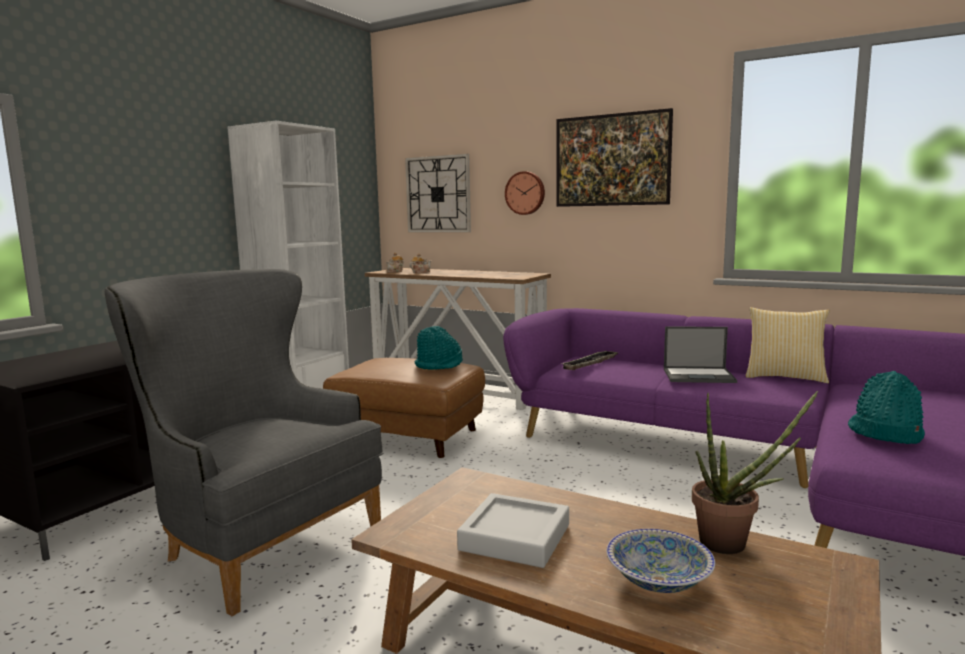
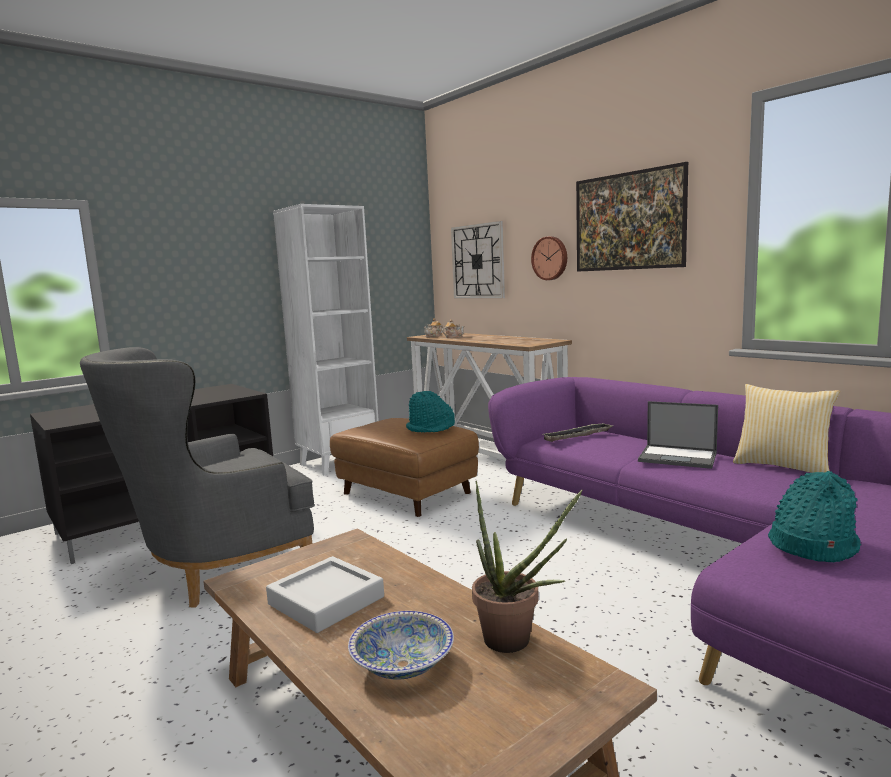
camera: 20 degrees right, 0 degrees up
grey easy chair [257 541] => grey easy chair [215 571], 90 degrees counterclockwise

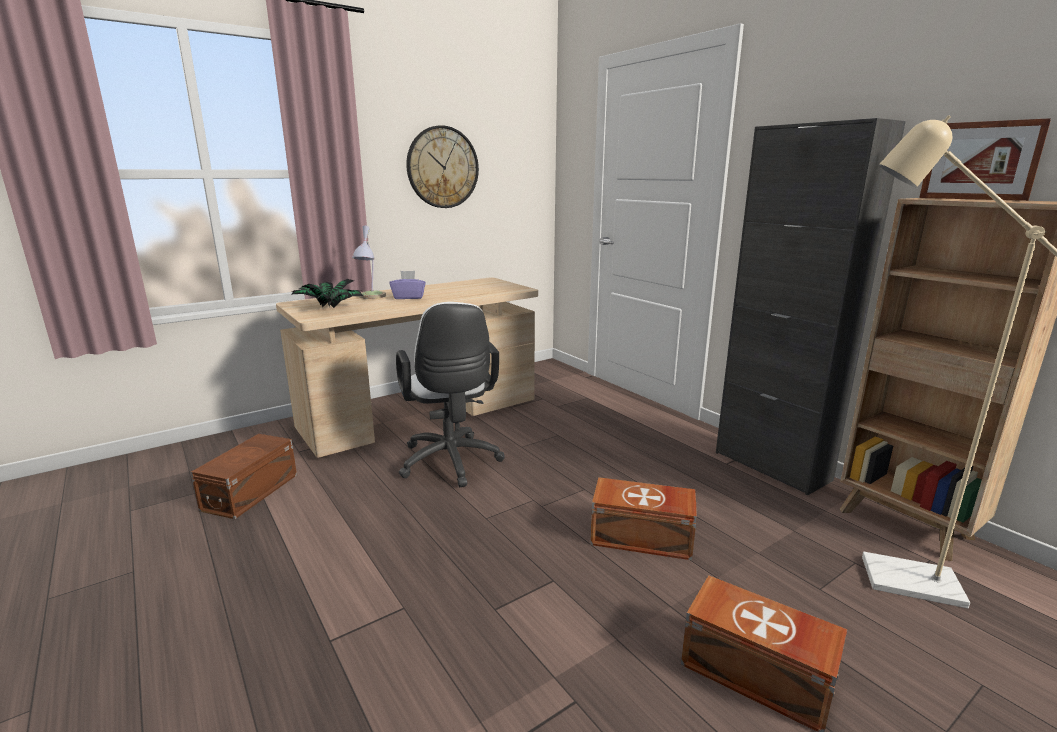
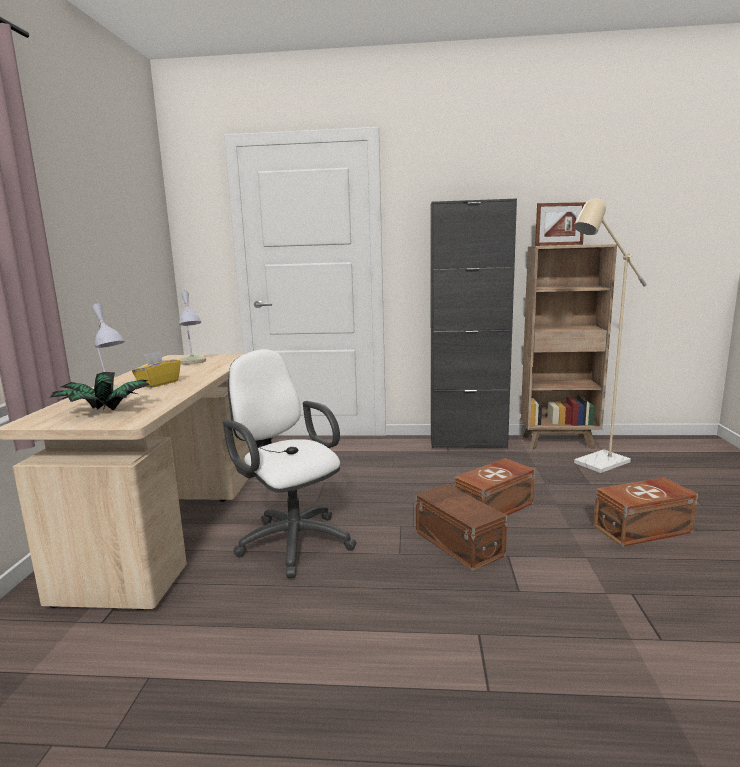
camera: 50 degrees left, 5 degrees down
brownish storage box [252 491] => brownish storage box [458 542], moved
purple-coloured box of tissues [409 297] => yellow box of tissues [158 383]
whitish computer chair [451 464] => whitish computer chair [291 540], 150 degrees counterclockwise
clock on the wall [442 167] => nothing
nothing => lamp for a table [193 362]

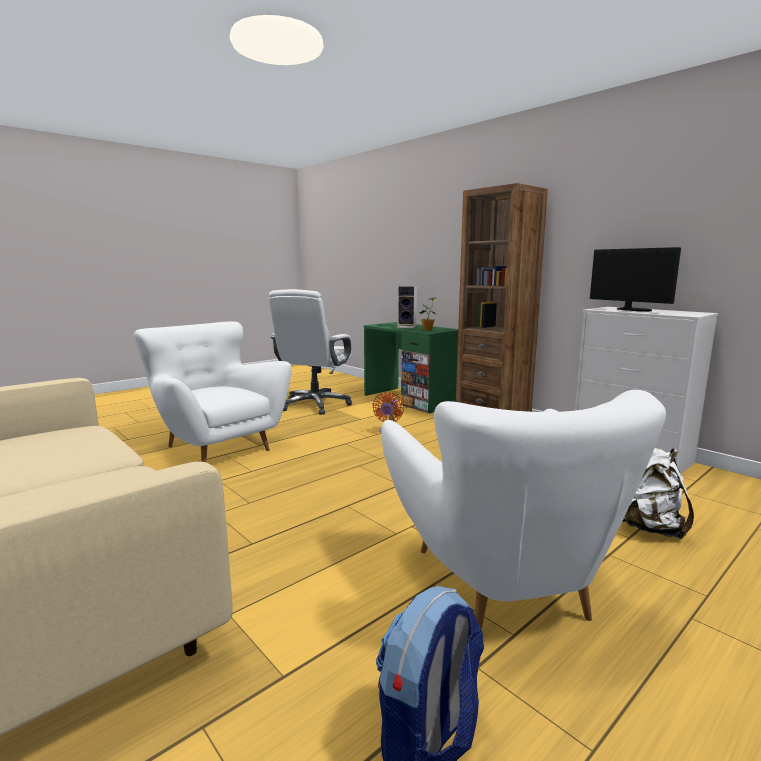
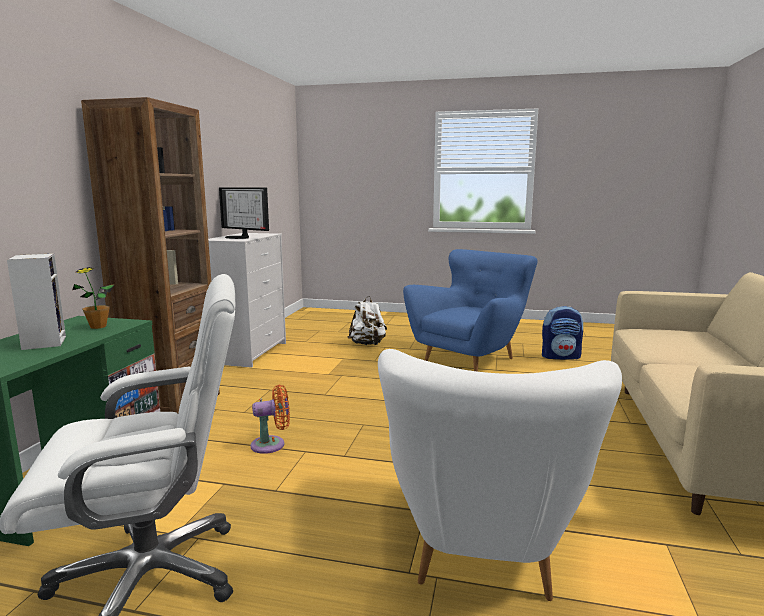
camera: 125 degrees left, 0 degrees up
whitish easy chair [501 585] => bluish easy chair [471 360]
monitor [631 310] => monitor [239 237], 75 degrees counterclockwise

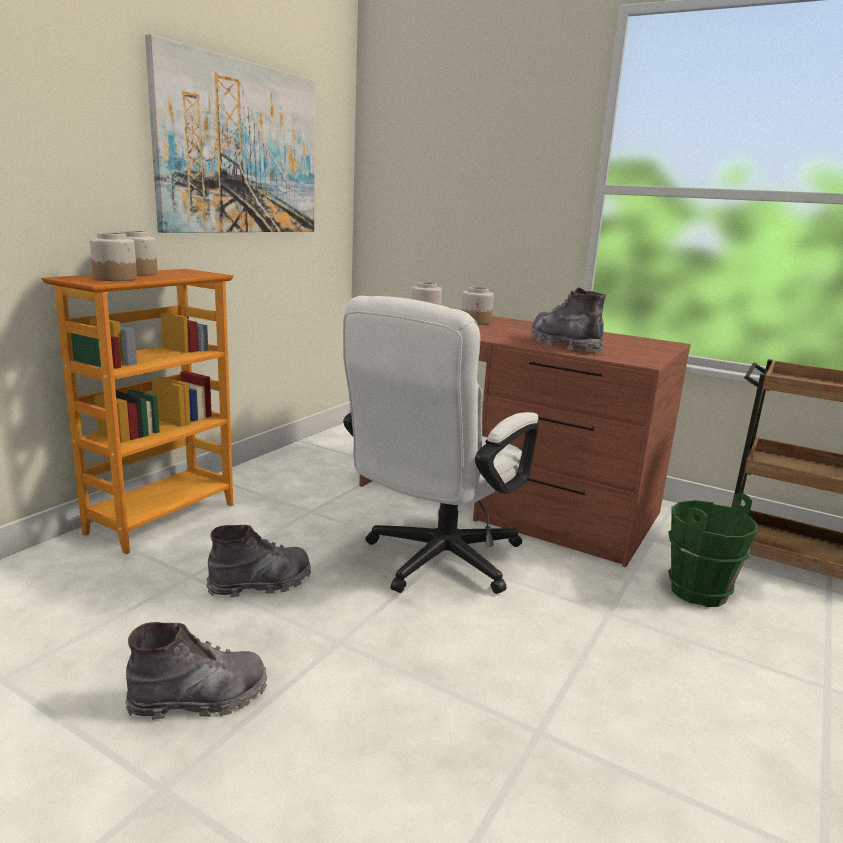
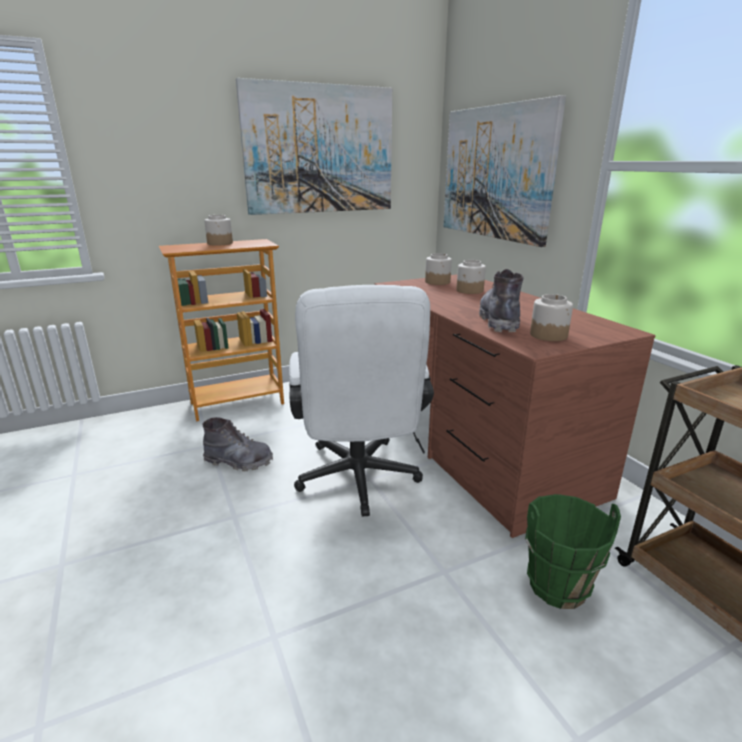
camera: 35 degrees right, 5 degrees up
storage jar [115 278] => storage jar [548 335], moved
grey boot [200 698] => nothing
whitish computer chair [434 563] => whitish computer chair [358 482], 75 degrees counterclockwise
nothing => wall art [496 173]

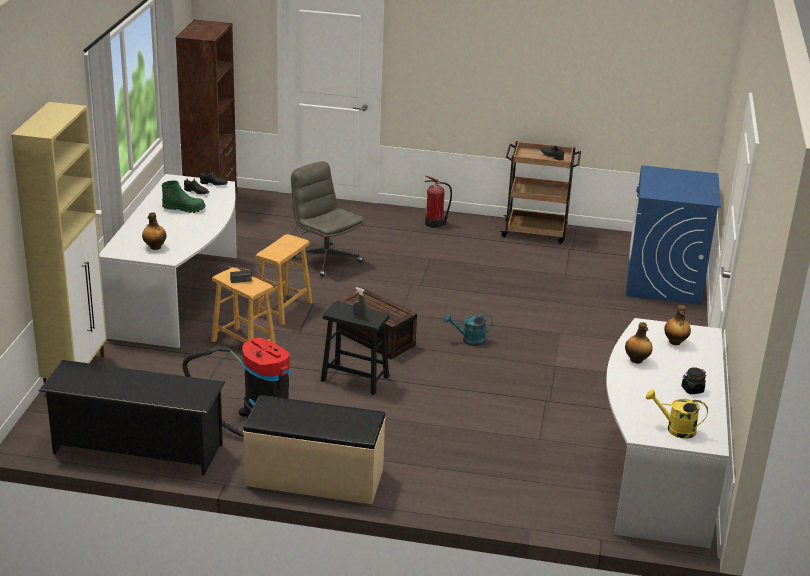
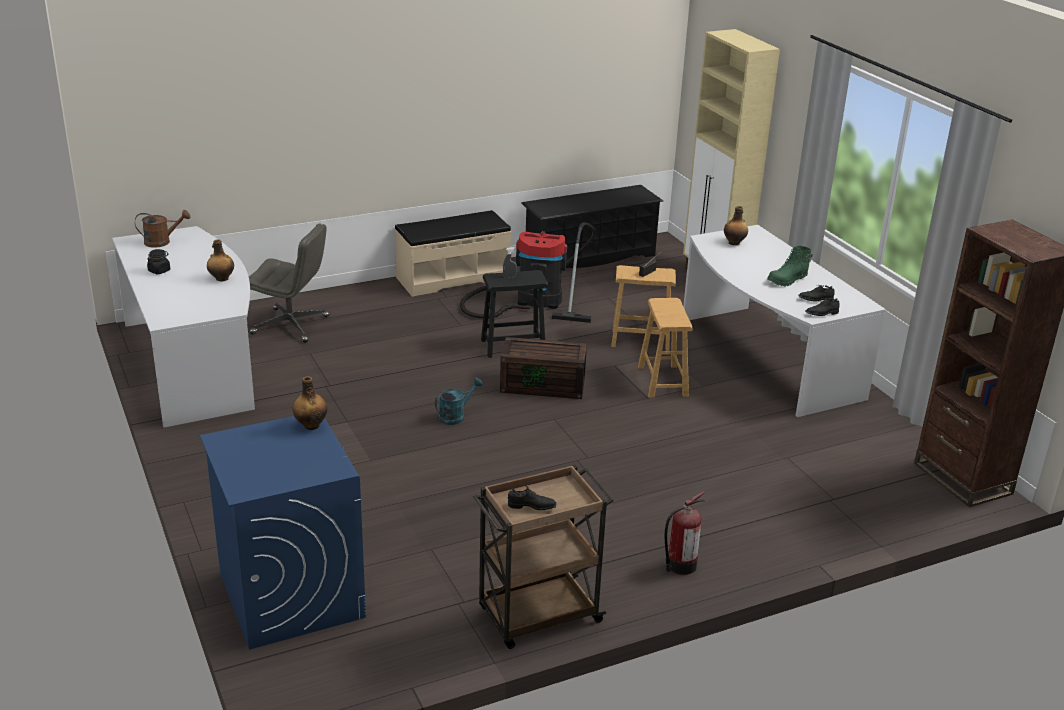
camera: 145 degrees right, 0 degrees up
grey computer chair [325 259] => grey computer chair [291 325], moved
yellow sprinkling can [675 429] => brownish sprinkling can [162 242]
bottle [675 342] => bottle [311 425], moved

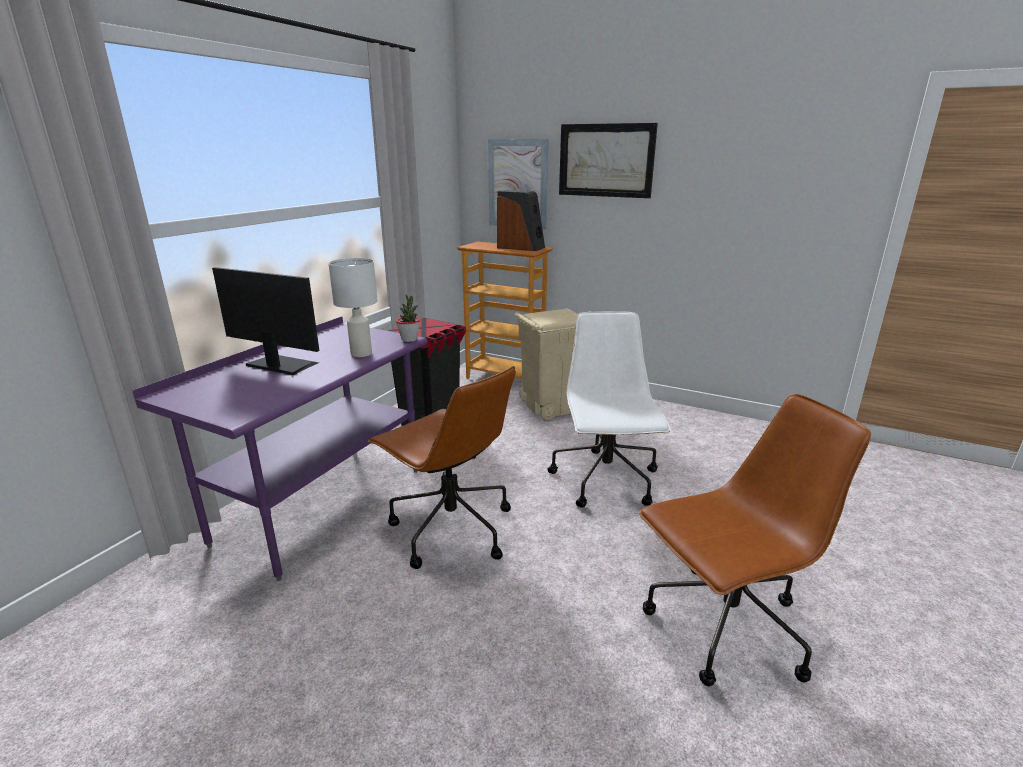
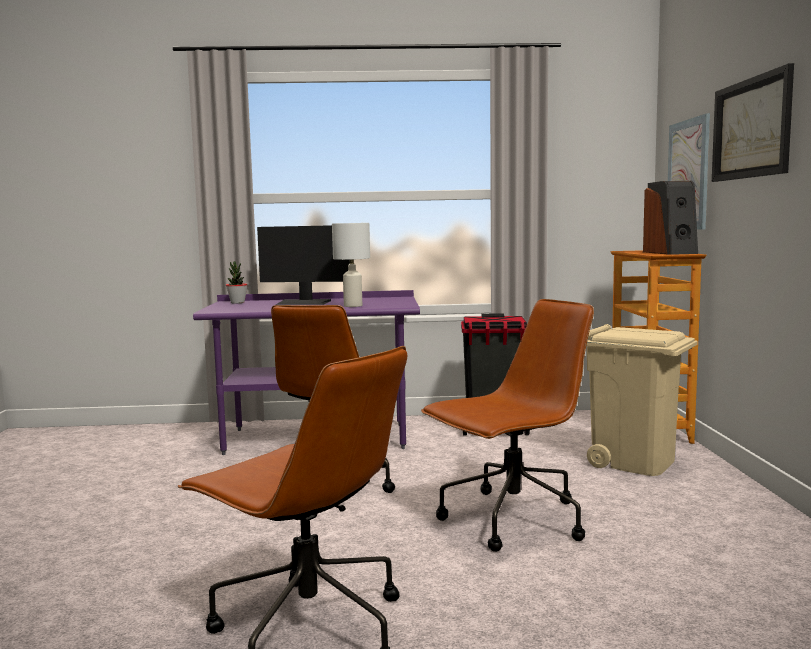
camera: 60 degrees right, 15 degrees down
monitor [281 364] => monitor [304 302], 105 degrees clockwise
potted plant [409 339] => potted plant [237 302], moved
whitish computer chair [606 481] => brownish computer chair [511 521]

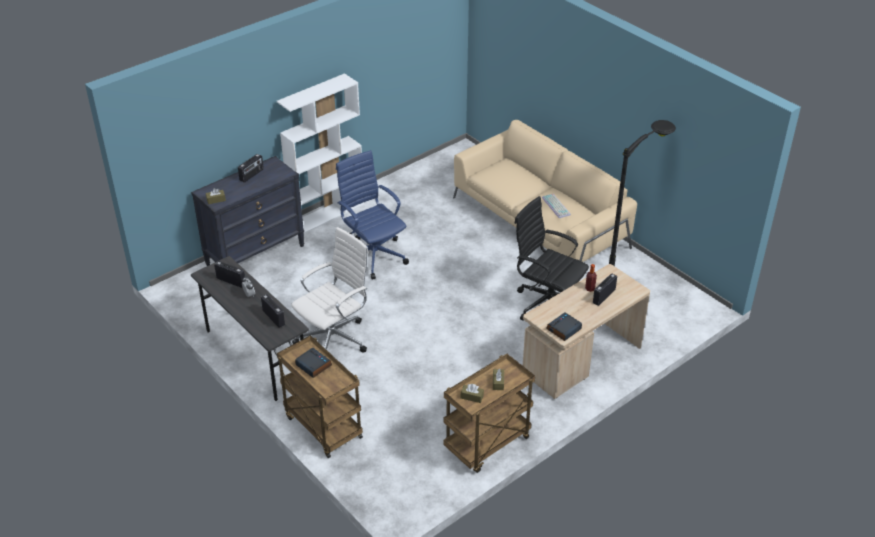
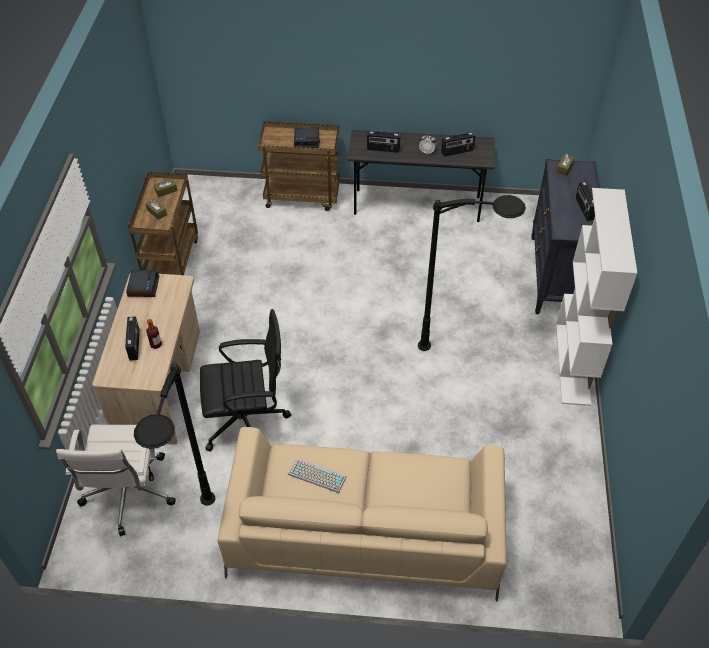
camera: 135 degrees right, 10 degrees up
whitish computer chair [334 338] => whitish computer chair [128 494], moved
bluish computer chair [373 255] => black-coloured floor lamp [466 351]

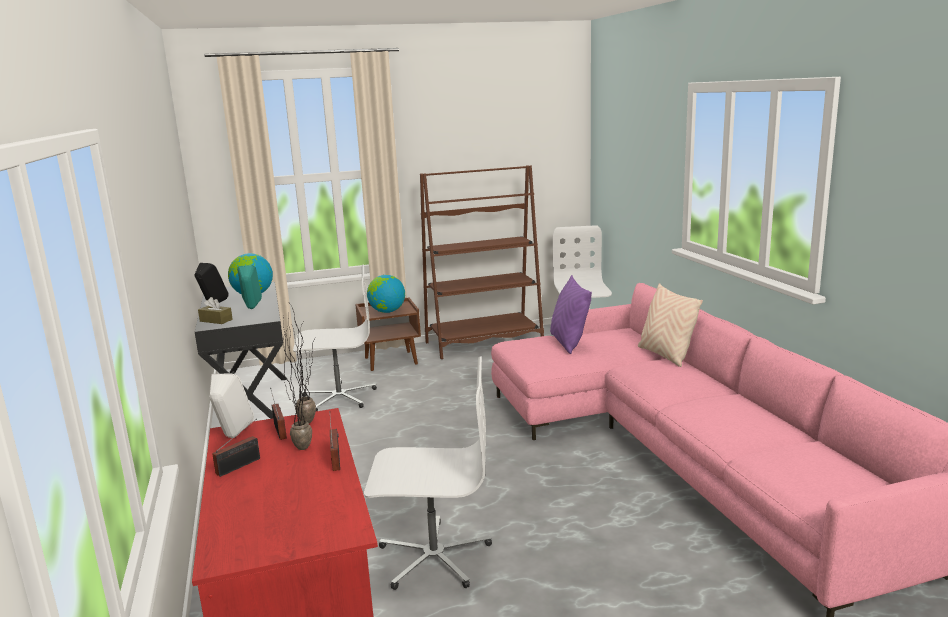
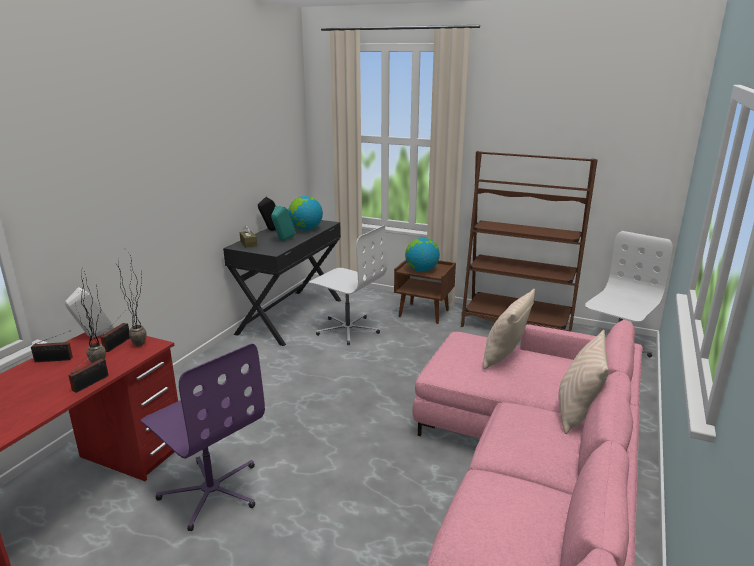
camera: 40 degrees right, 5 degrees up
whitish computer chair [433 556] => purple-coloured computer chair [211 491]
purple-coloured cushion [568 343] => beige-coloured cushion [504 357]

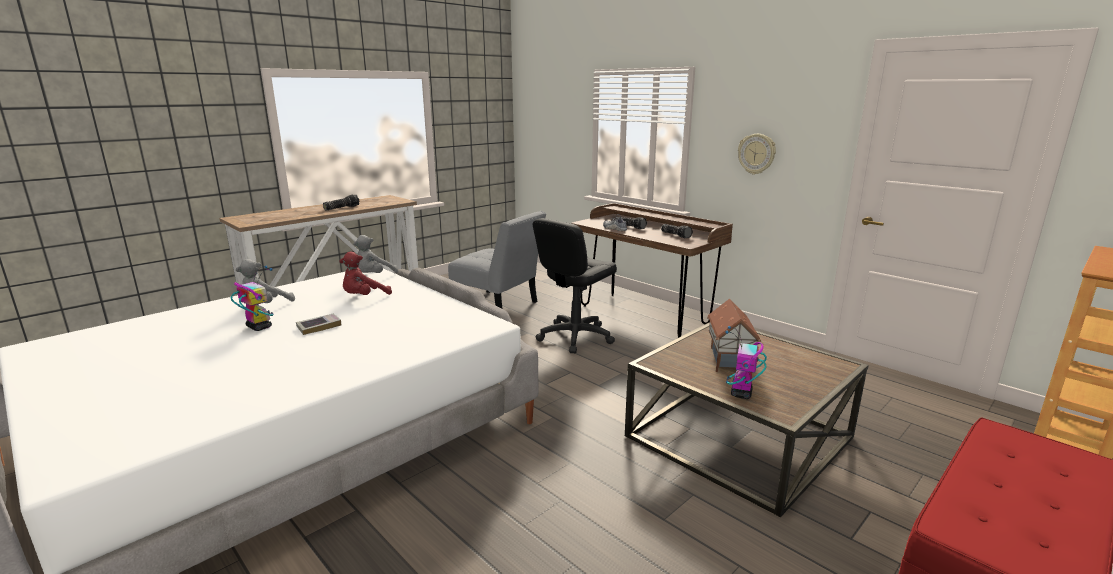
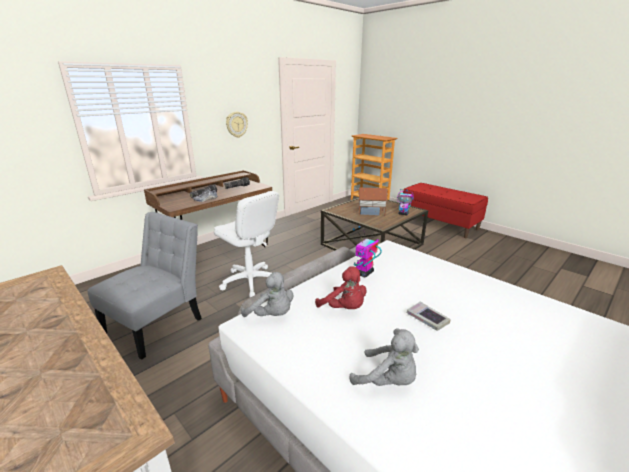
camera: 90 degrees left, 5 degrees up
robot figure [258 327] => robot figure [364 273], moved
torch [341 208] => nothing
black-coloured computer chair [575 337] => whitish computer chair [250 281]

